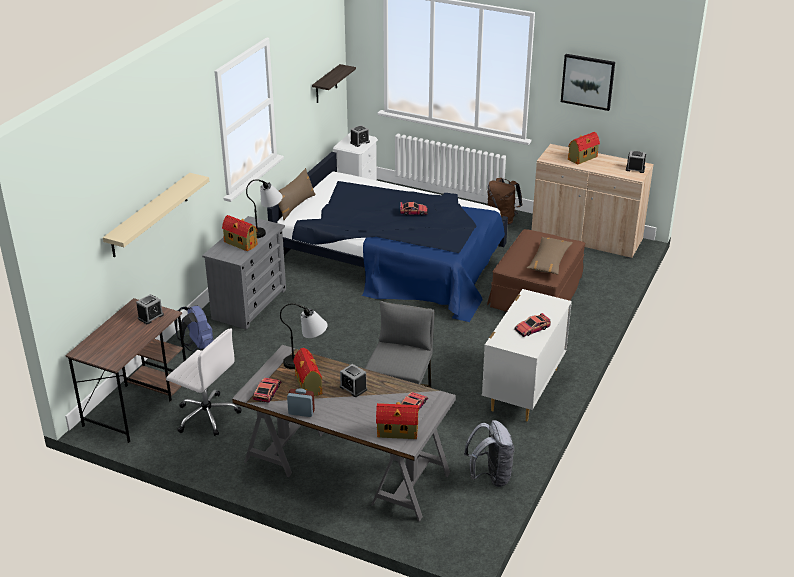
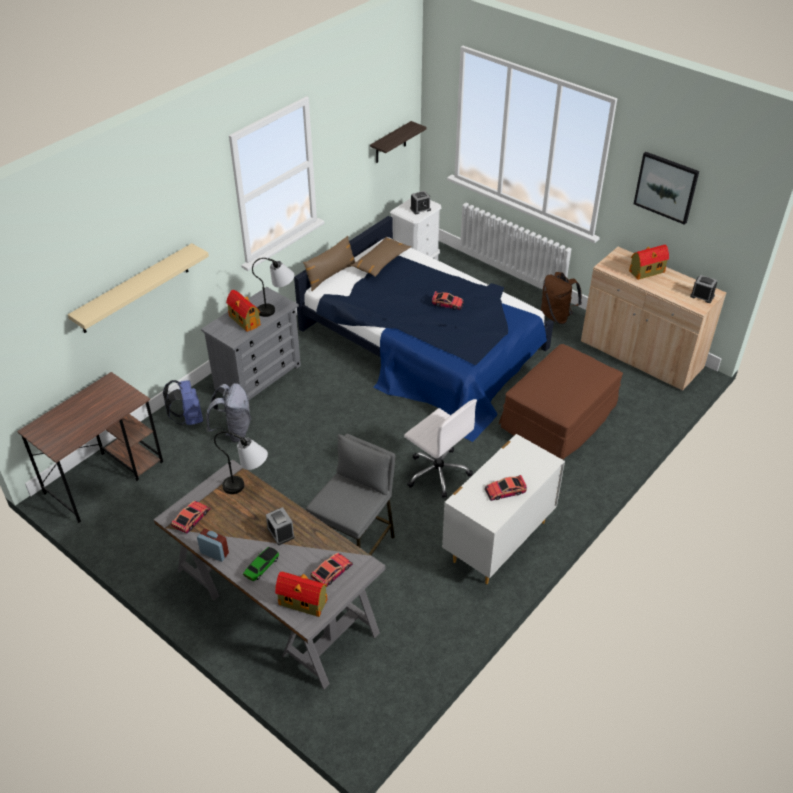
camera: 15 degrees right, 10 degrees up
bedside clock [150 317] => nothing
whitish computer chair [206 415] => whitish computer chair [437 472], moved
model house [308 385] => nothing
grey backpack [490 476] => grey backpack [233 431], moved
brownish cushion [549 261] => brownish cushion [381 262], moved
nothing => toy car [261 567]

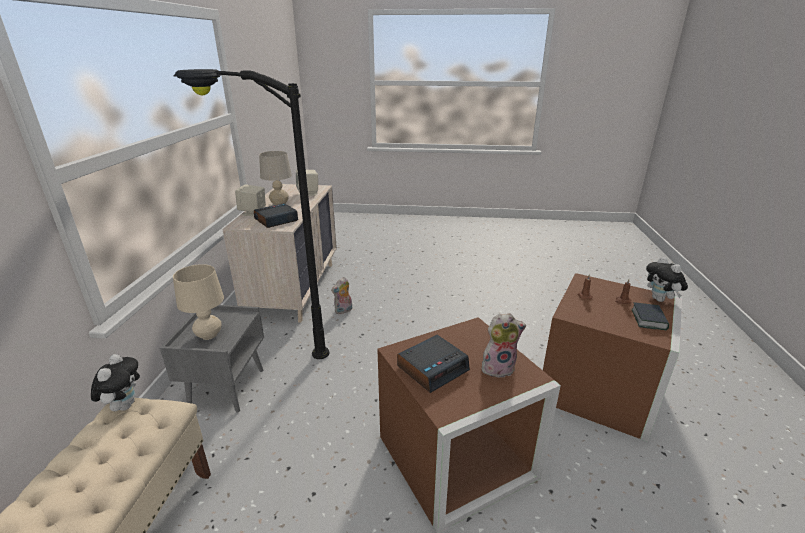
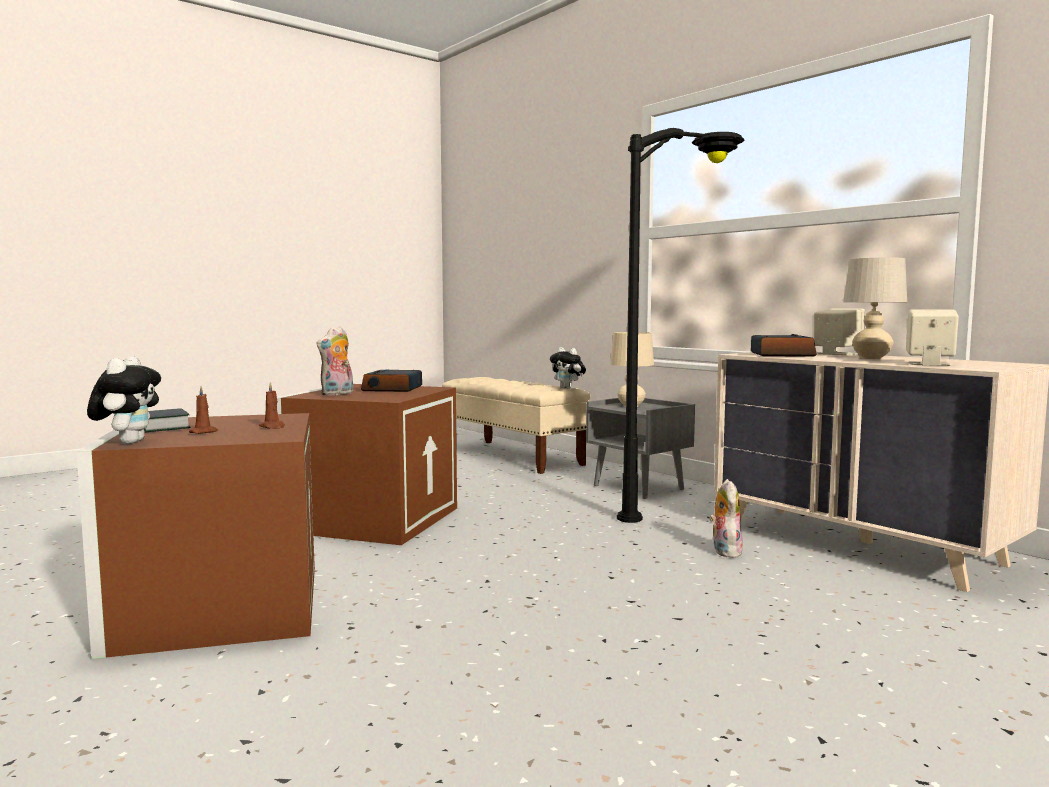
camera: 135 degrees right, 20 degrees down
cuddly toy [660 300] => cuddly toy [128 442], 60 degrees clockwise

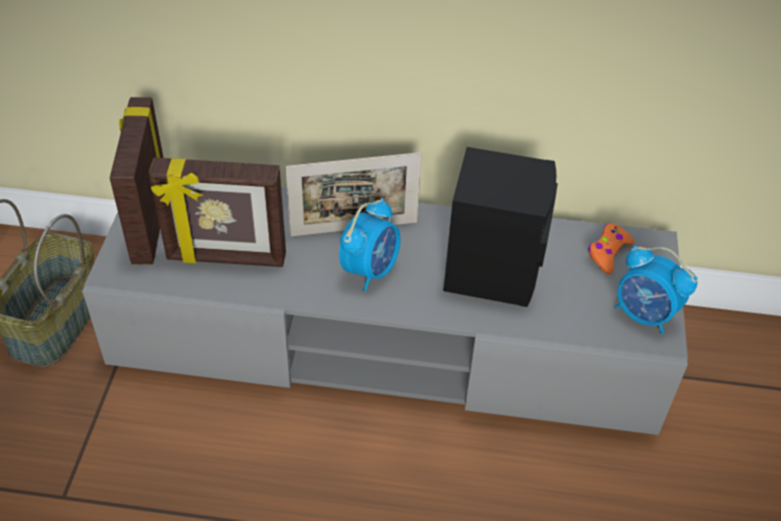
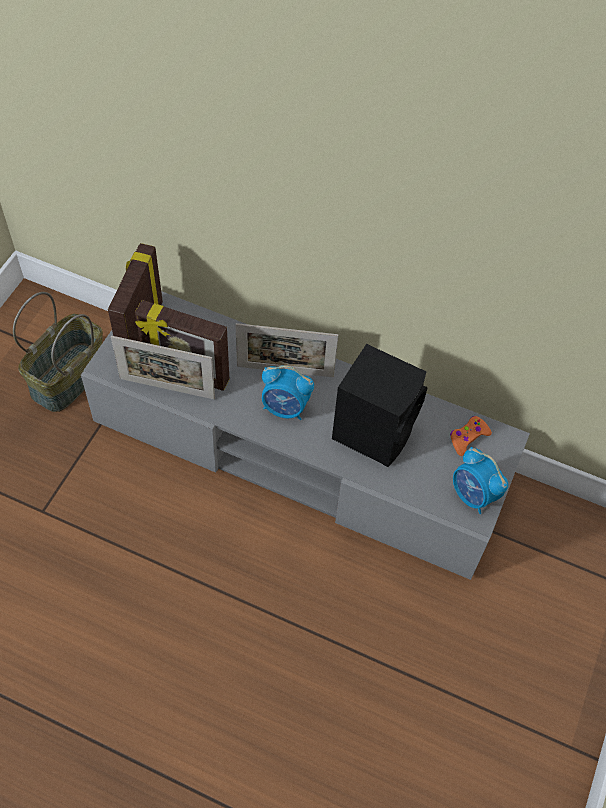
camera: 15 degrees right, 10 degrees up
bedside clock [370 270] => bedside clock [285 408], 60 degrees clockwise
nothing => picture frame [167 388]

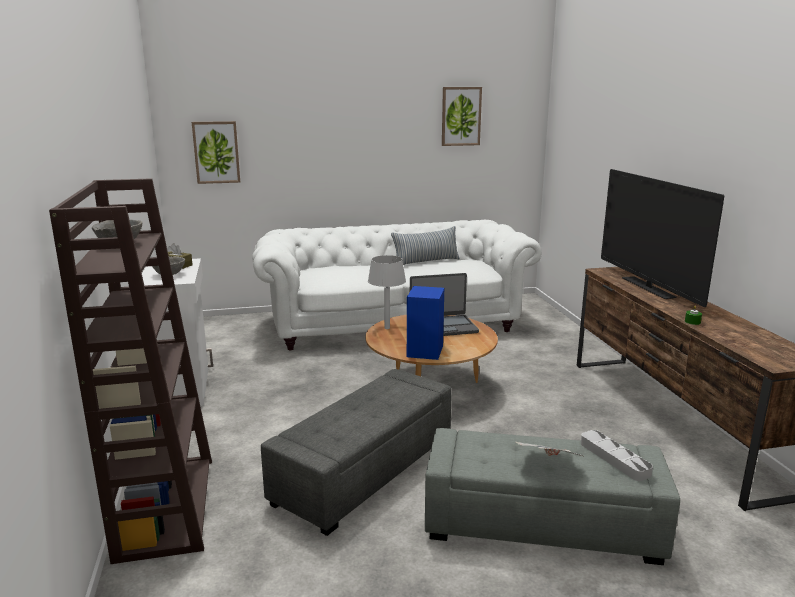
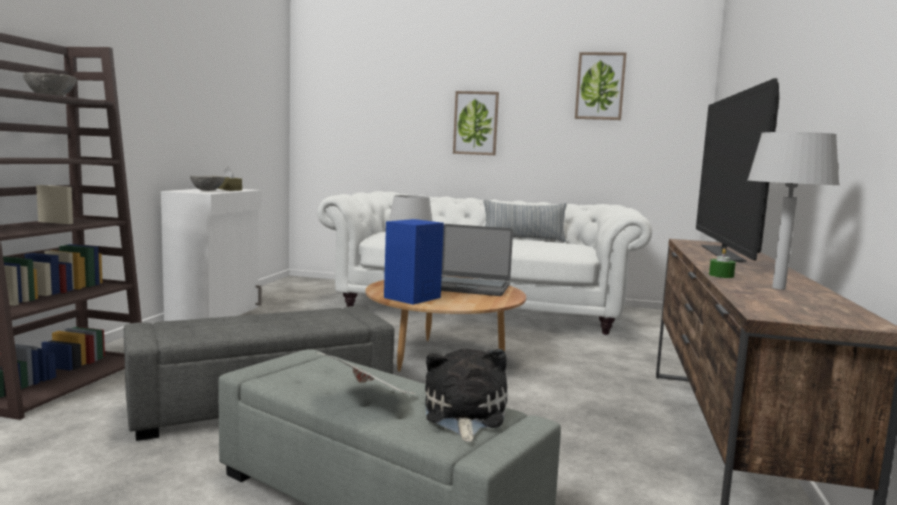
camera: 25 degrees right, 10 degrees down
wall art [216 152] => wall art [475 123], moved
grey tray [614 458] => cuddly toy [464 415]
nothing => grey lamp for a table [778 288]

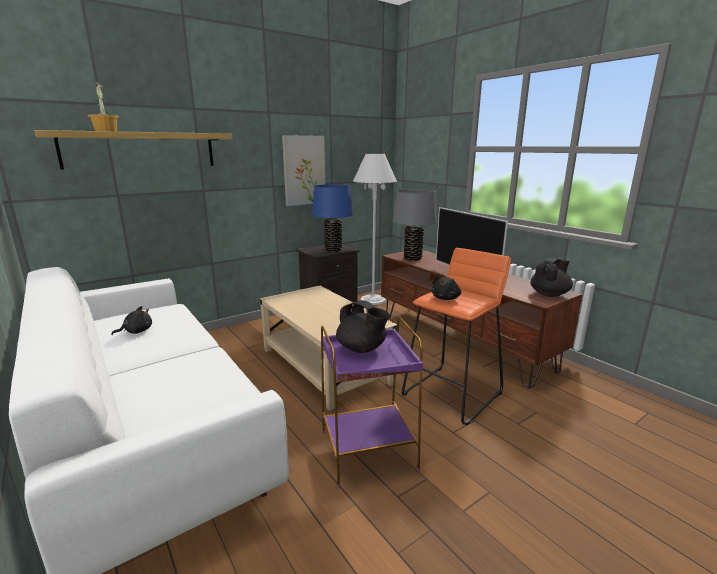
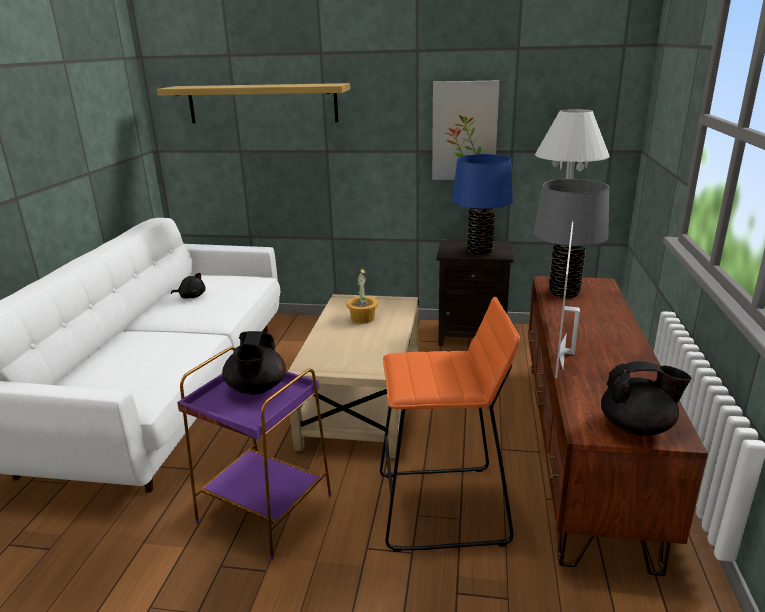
camera: 45 degrees right, 5 degrees up
potted plant [105 131] => potted plant [362 318], moved
black-coloured cuddly toy [446 298] => nothing

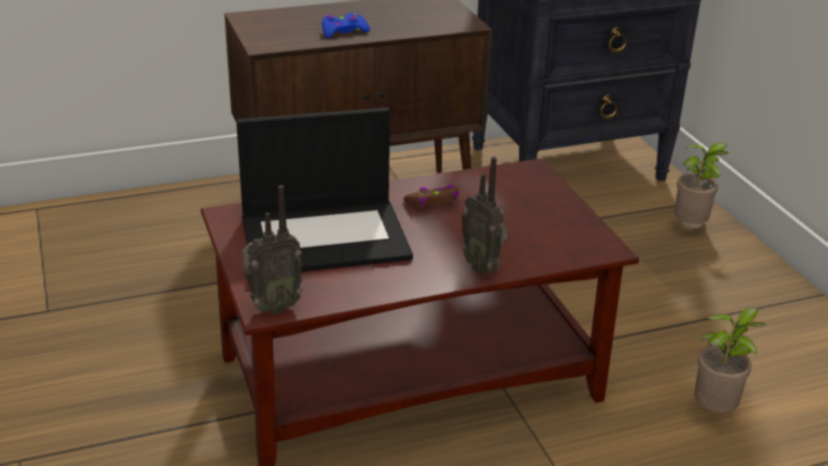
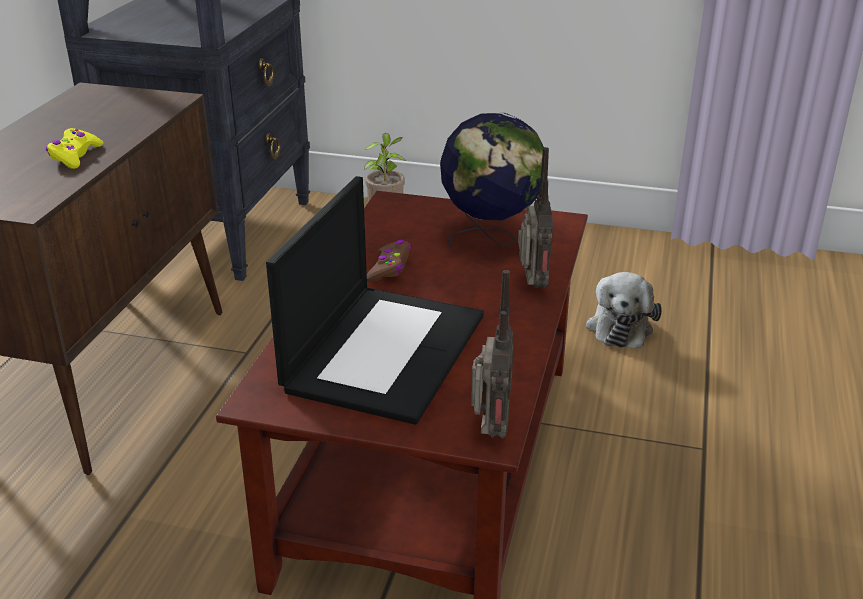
camera: 55 degrees left, 0 degrees up
bluish game controller [343 31] => yellow game controller [75 156]
radio [482 266] => radio [532 286], 90 degrees counterclockwise
potted plant [715 411] => cuddly toy [620 326]
nothing => globe [491 240]

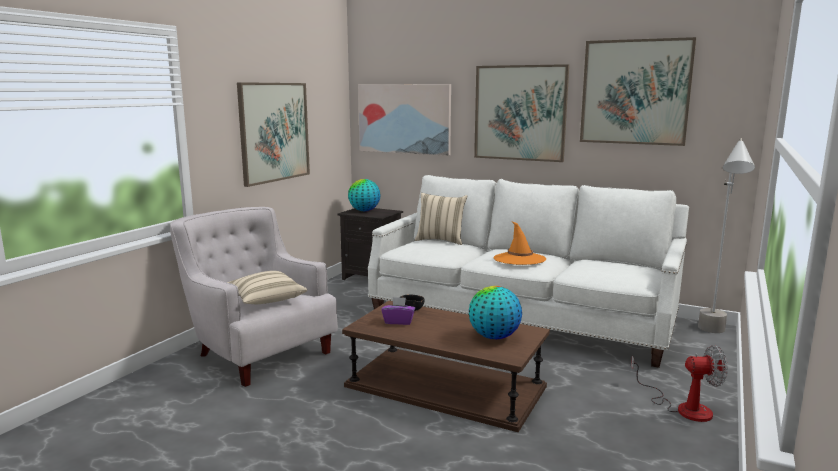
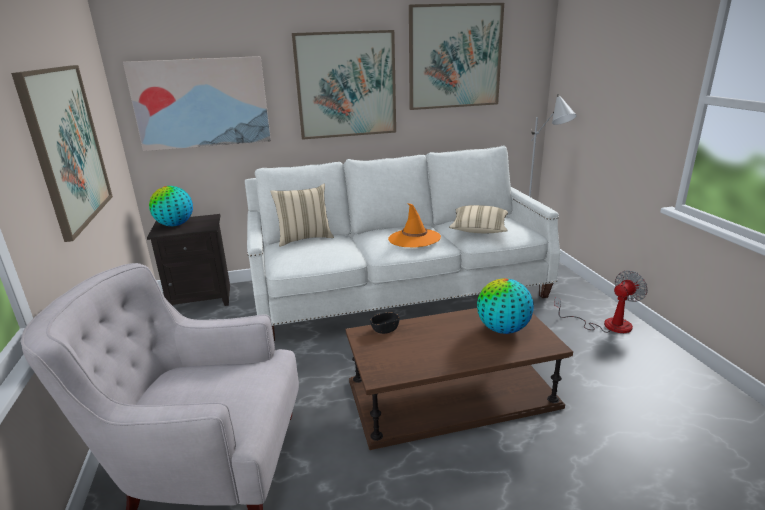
camera: 40 degrees left, 10 degrees up
beige-coloured cushion [265 300] => beige-coloured cushion [479 230], moved
purple-coloured box of tissues [398 321] => nothing

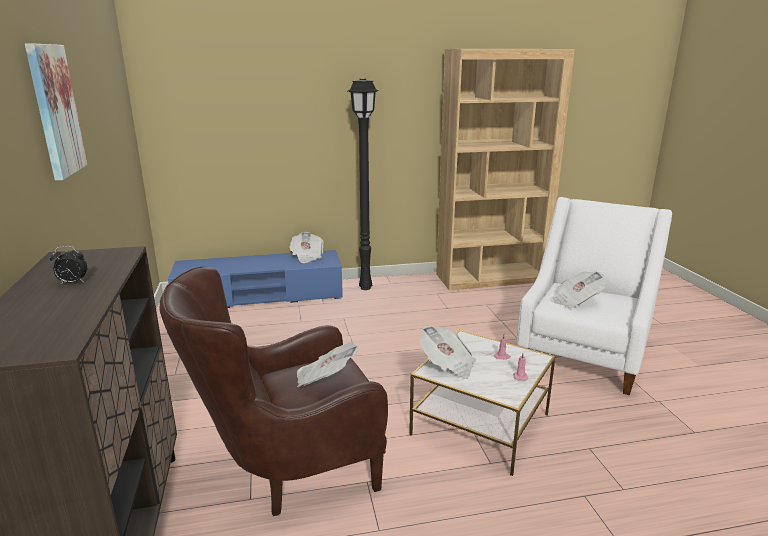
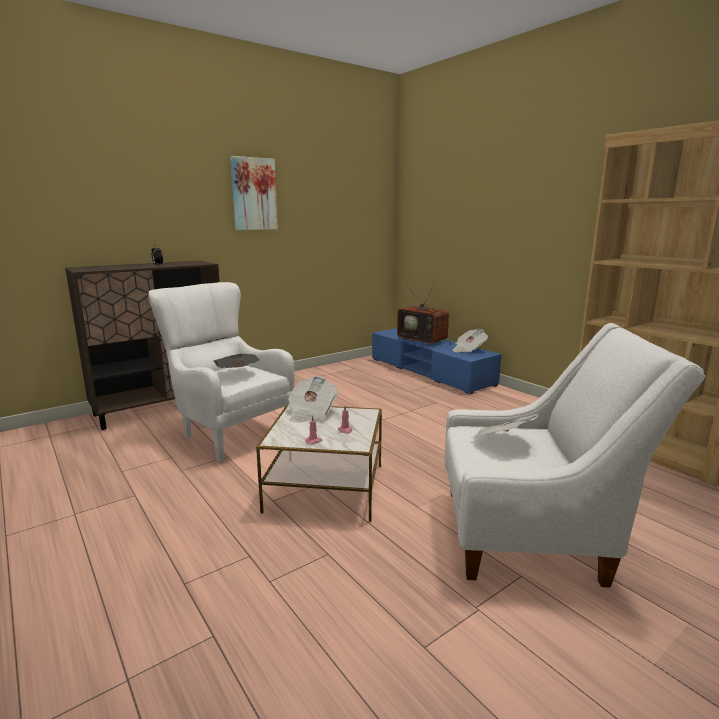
camera: 65 degrees right, 5 degrees down
brownish easy chair [288 471] => whitish easy chair [227 431]
black-coloured floor lamp [364 288] => nothing
nothing => TV [424 340]

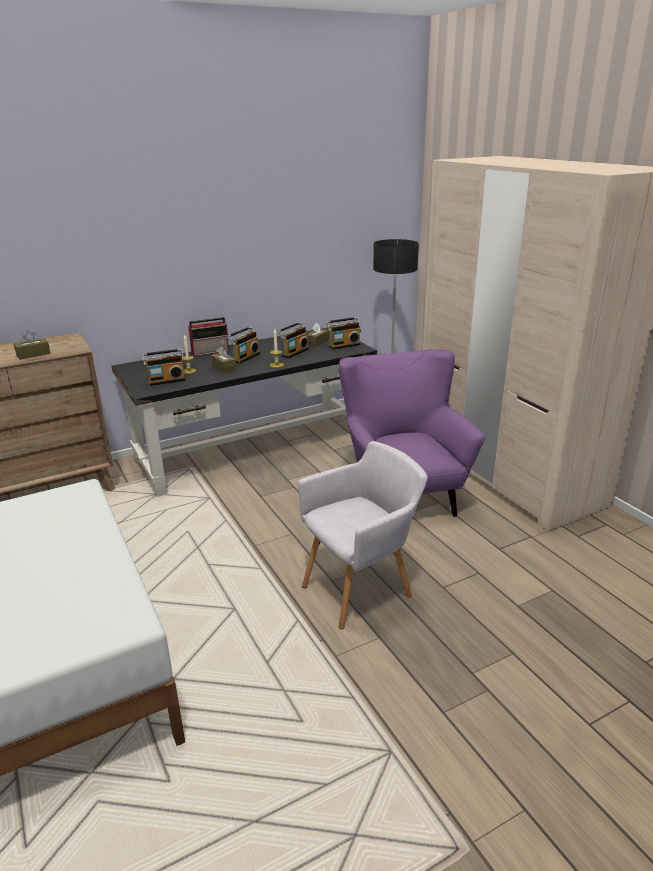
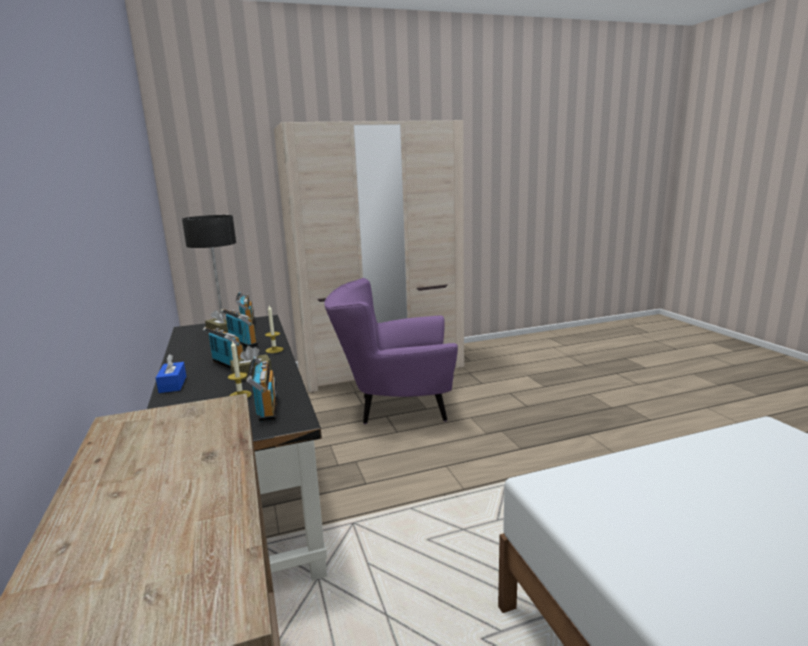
camera: 80 degrees left, 10 degrees down
brownish box of tissues [33 354] => nothing
radio [211 351] => bluish box of tissues [173 384]
grey easy chair [361 589] => nothing

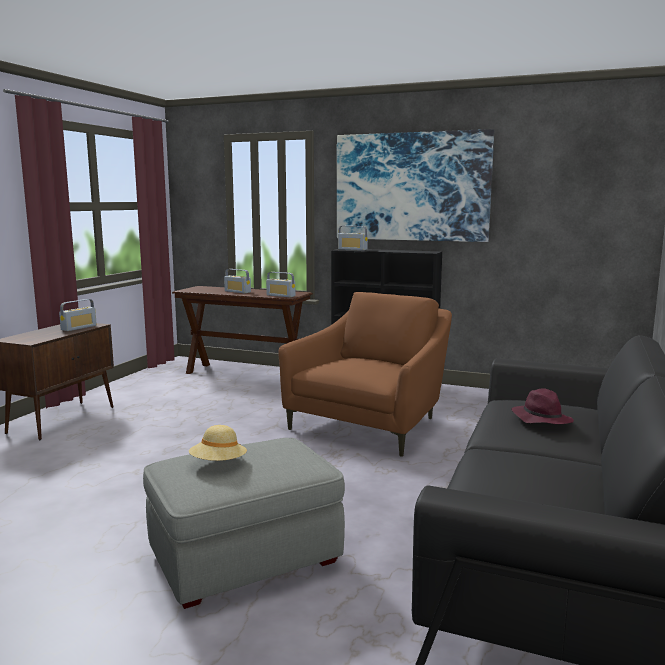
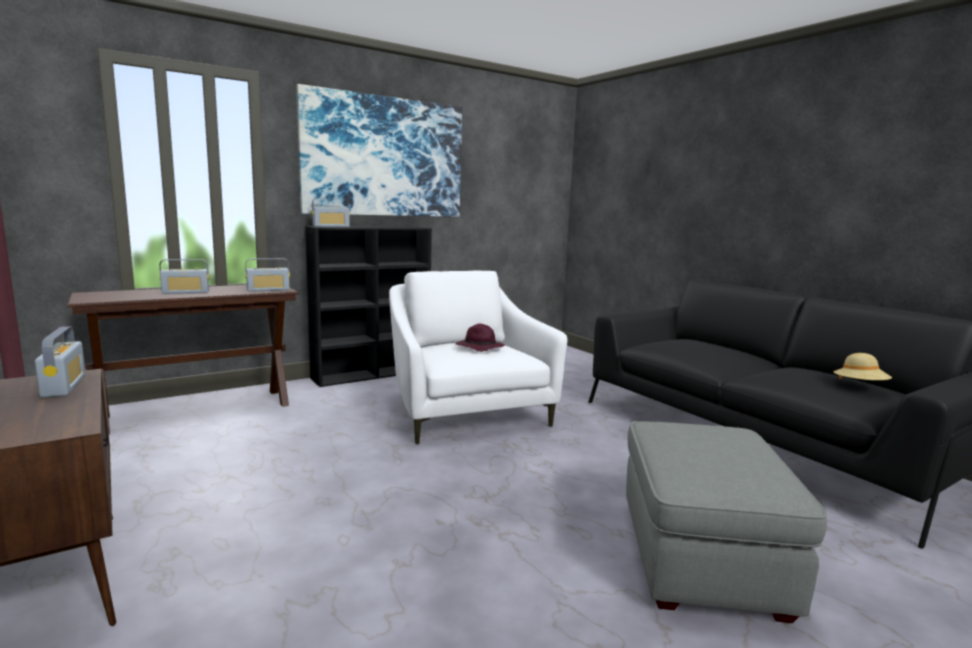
camera: 55 degrees left, 0 degrees up
beige-coloured wearable hat [218 464] => beige-coloured wearable hat [860 386], moved
brownish easy chair [372 423] => whitish easy chair [464 411]
purple-coloured wearable hat [540 419] => purple-coloured wearable hat [479 348], moved

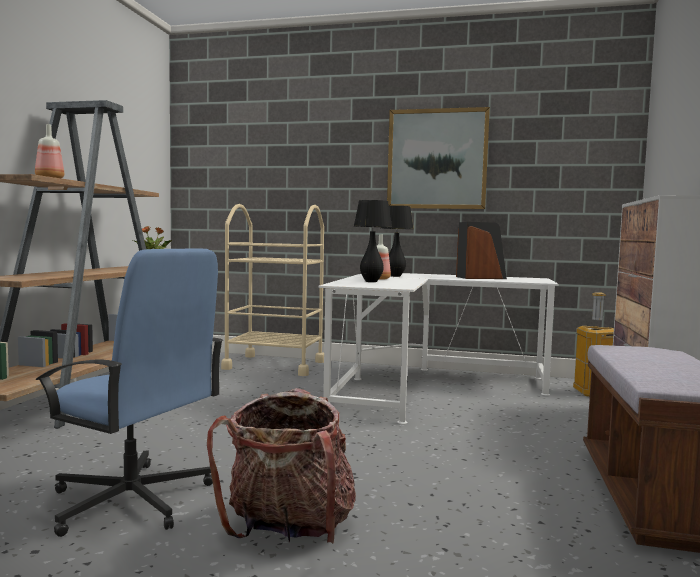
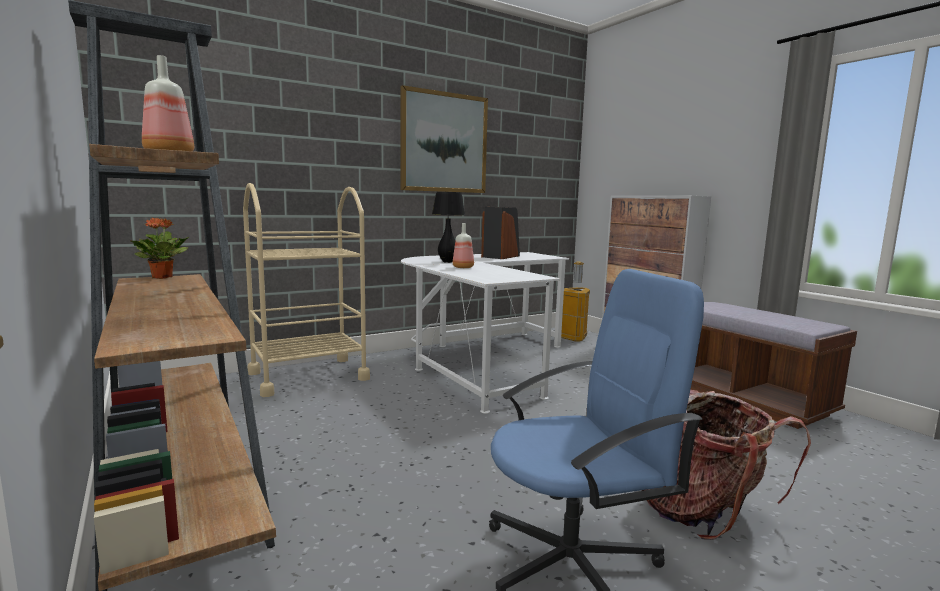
camera: 45 degrees left, 5 degrees up
black-coloured lamp for a table [371 281] => nothing

